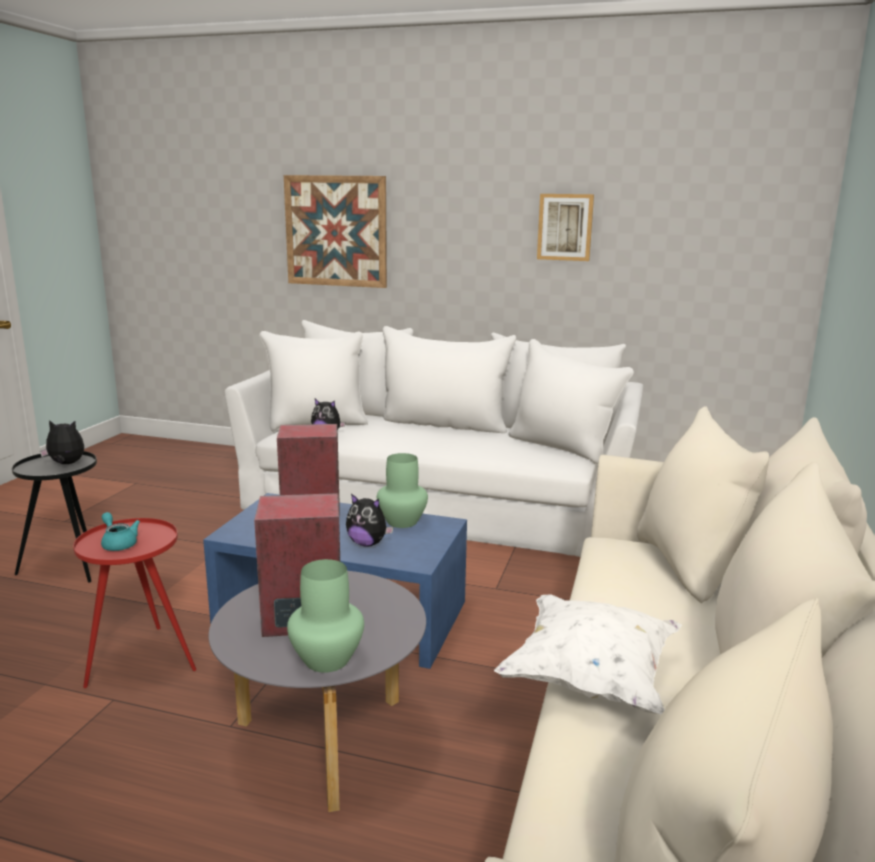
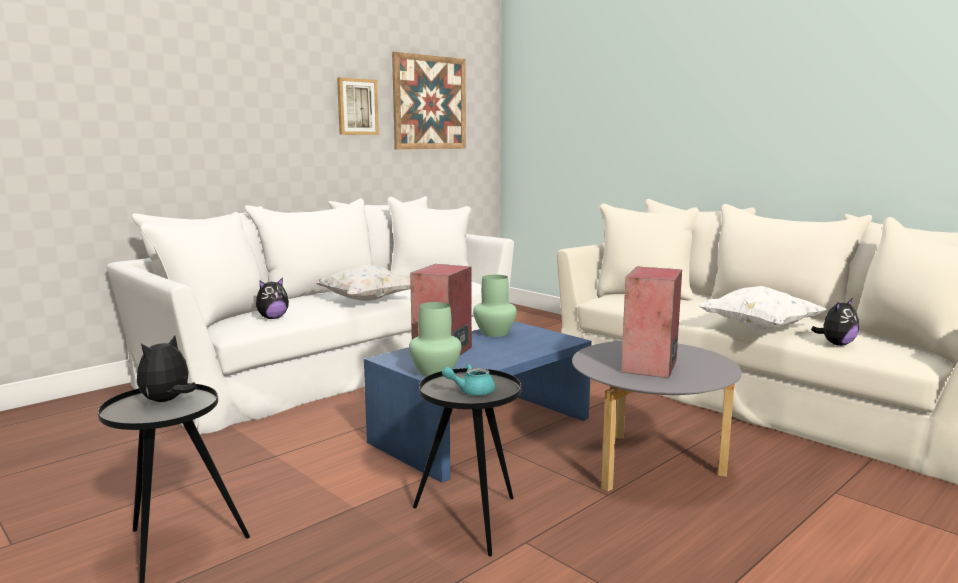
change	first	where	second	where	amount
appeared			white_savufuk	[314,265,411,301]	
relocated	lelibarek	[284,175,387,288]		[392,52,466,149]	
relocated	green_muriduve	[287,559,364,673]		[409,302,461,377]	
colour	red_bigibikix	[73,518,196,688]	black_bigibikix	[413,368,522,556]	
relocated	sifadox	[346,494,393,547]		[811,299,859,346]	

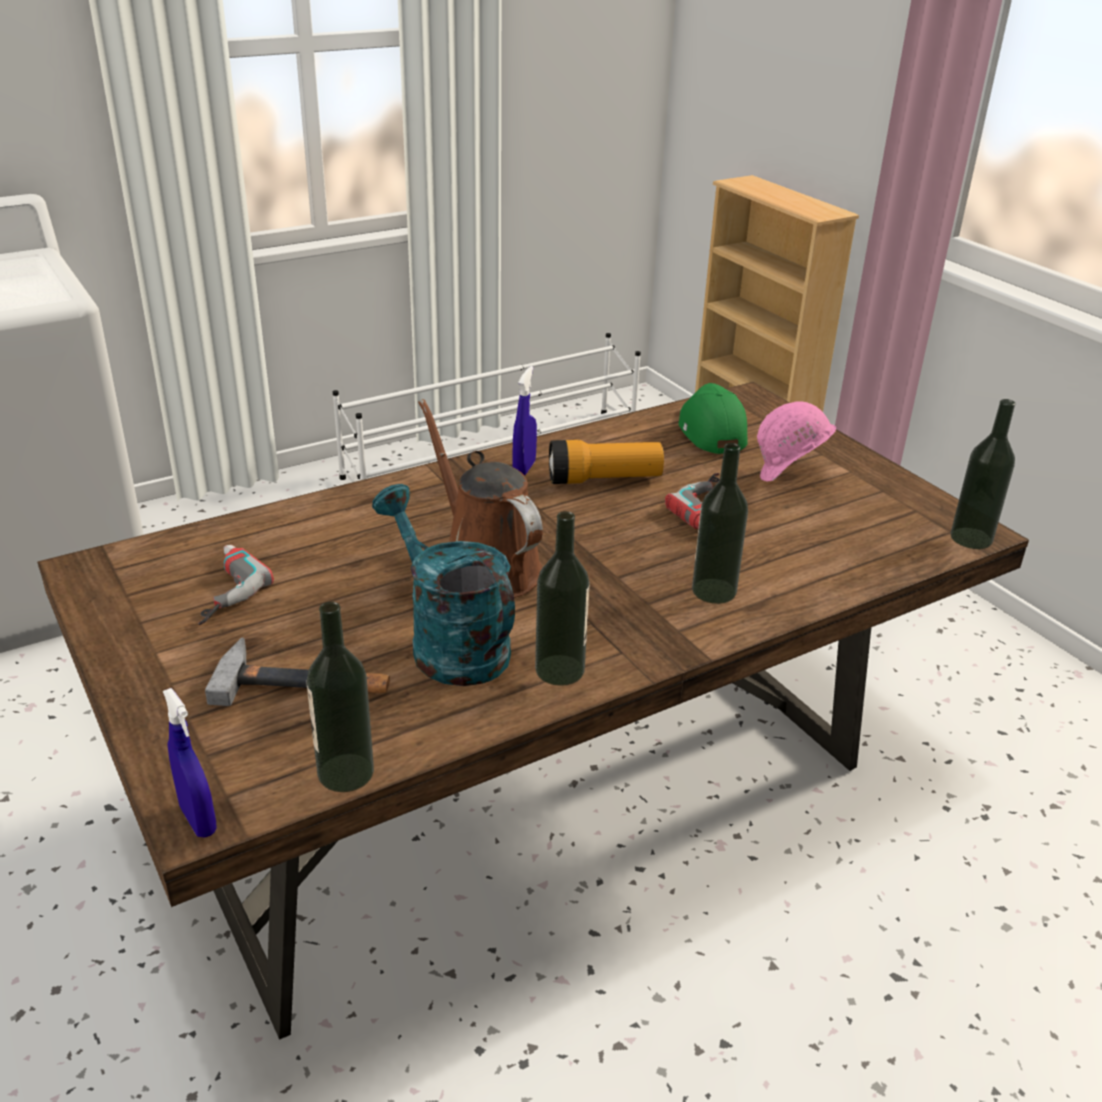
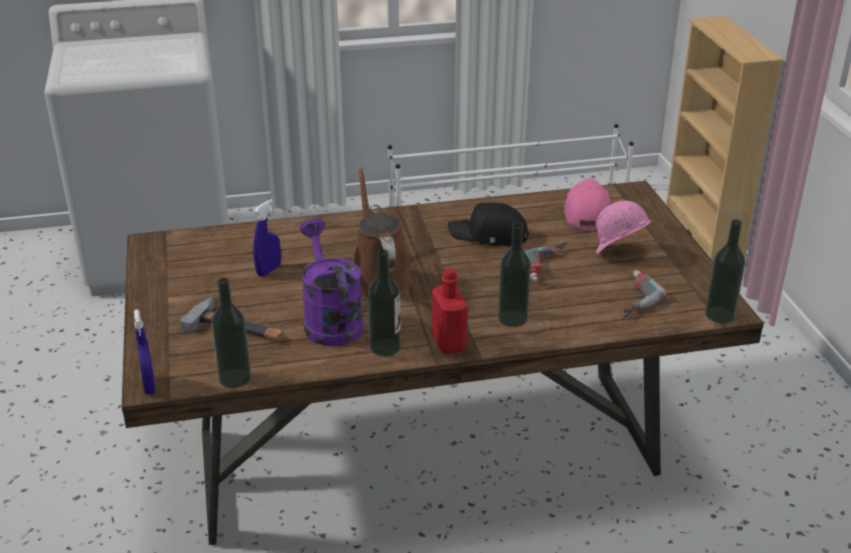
change	first	where	second	where	amount
relocated	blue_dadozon	[512,366,537,475]		[253,199,281,277]	
colour	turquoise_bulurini	[372,484,515,686]	purple_bulurini	[300,219,364,346]	
appeared			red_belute	[432,268,468,354]	
exchanged	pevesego	[549,440,664,484]	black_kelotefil	[448,202,529,246]	
colour	green_kelotefil	[678,383,748,454]	pink_kelotefil	[564,179,610,231]	
relocated	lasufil	[198,545,274,625]		[623,270,667,318]	

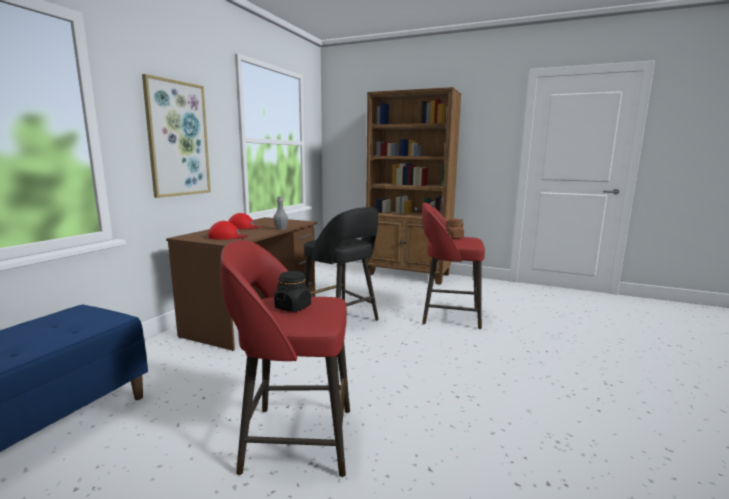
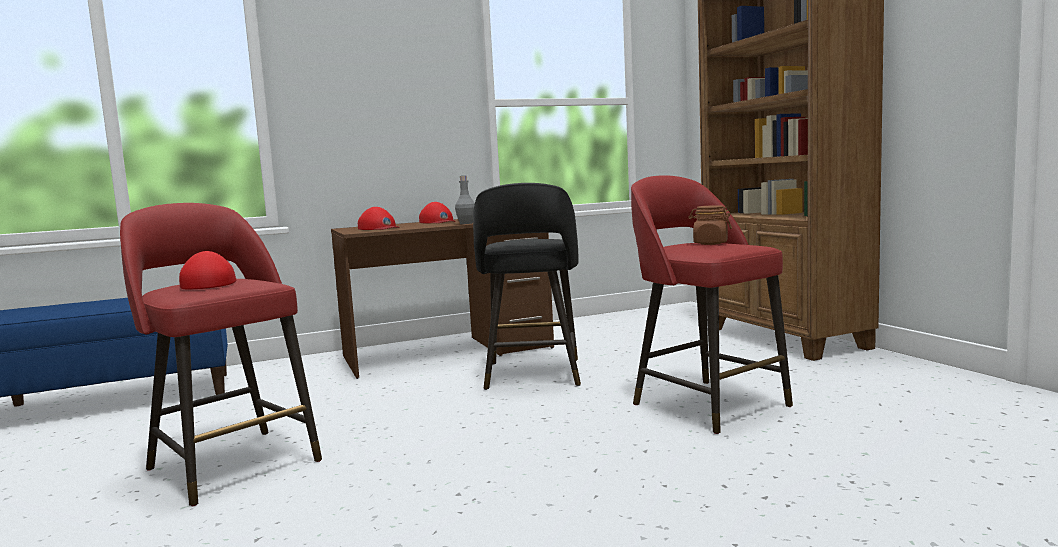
change	first	where	second	where	amount
exchanged	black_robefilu	[274,271,311,312]	red_kelotefil	[179,251,236,289]	
missing	lelibarek	[142,74,211,198]			

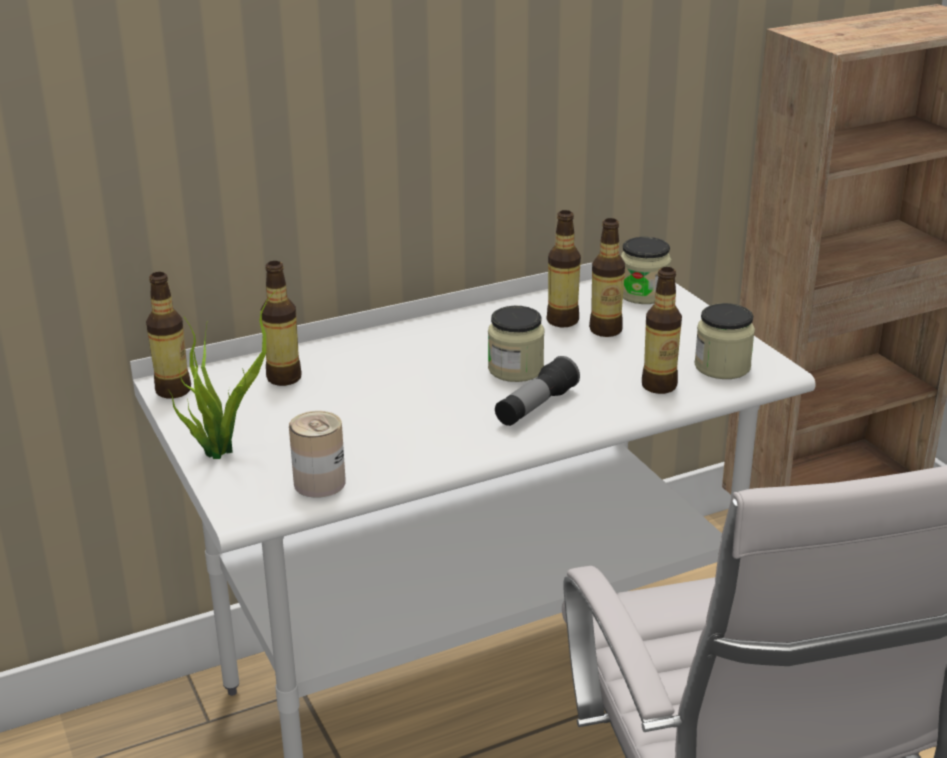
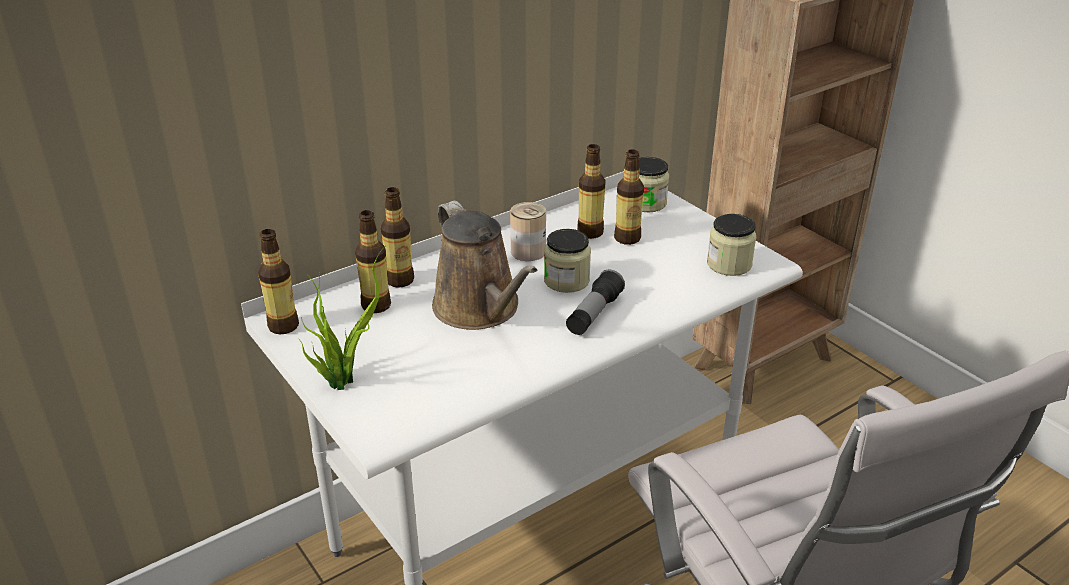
change	first	where	second	where	amount
relocated	belute	[642,267,682,394]		[381,187,414,288]	
appeared			brown_bulurini	[432,201,537,330]	
relocated	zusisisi	[289,411,346,498]		[510,202,546,261]	

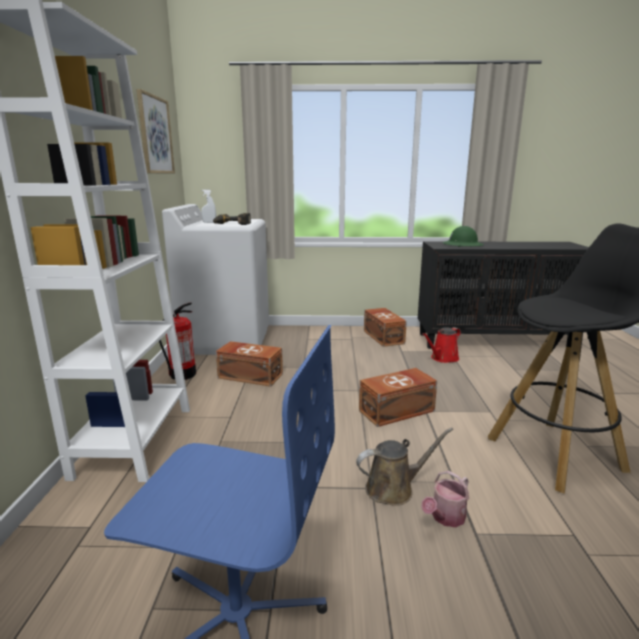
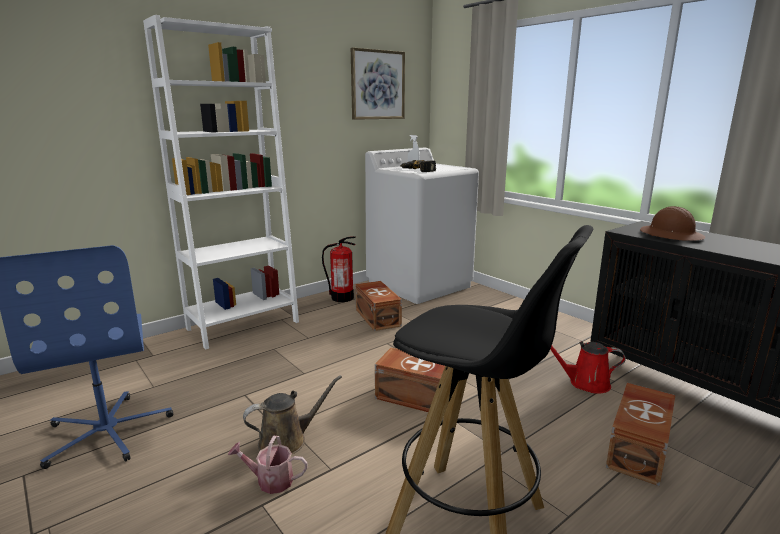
change	first	where	second	where	amount
spun	brown_bulurini	[356,427,453,506]		[243,375,342,455]	60 degrees counterclockwise
relocated	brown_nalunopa	[364,308,407,347]		[606,383,675,486]	
colour	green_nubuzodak	[443,226,484,247]	brown_nubuzodak	[640,206,705,241]	

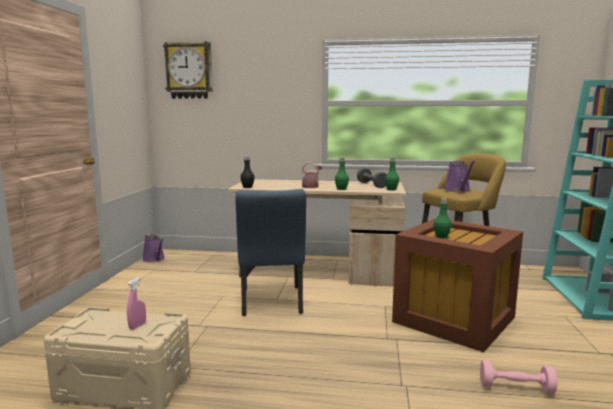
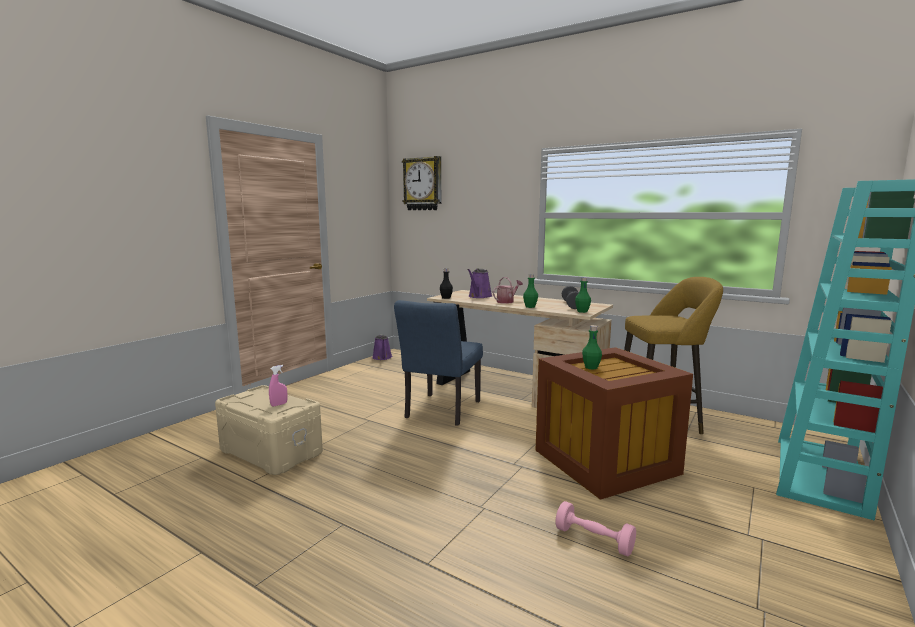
change	first	where	second	where	amount
relocated	purple_bulurini	[444,160,475,192]		[467,269,492,298]	

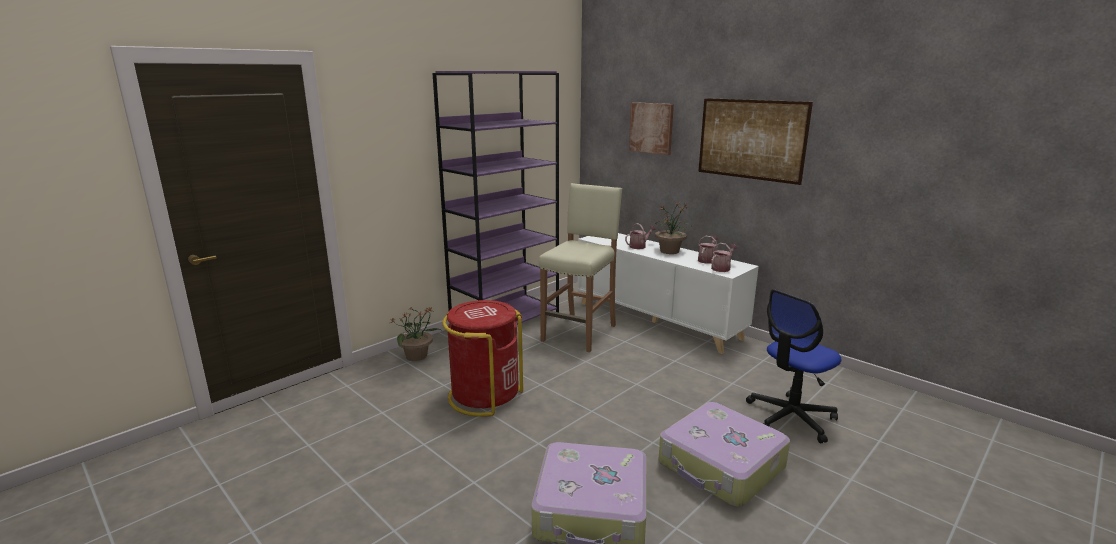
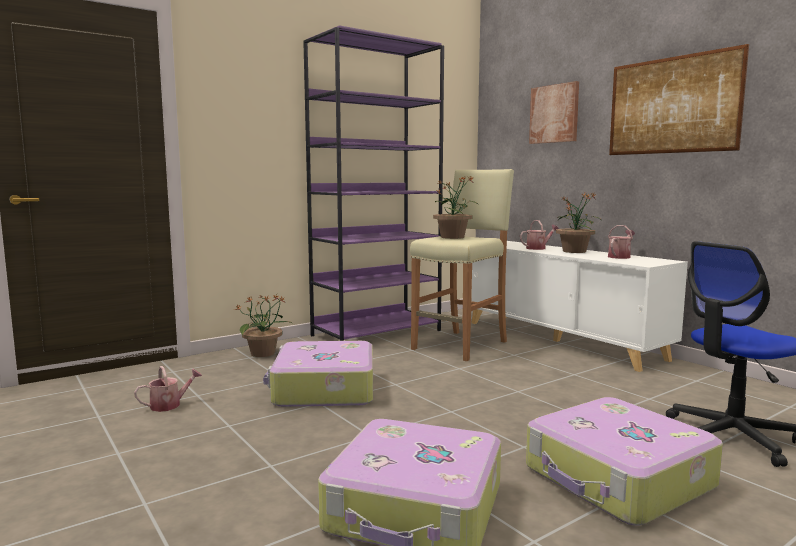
change	first	where	second	where	amount
relocated	bulurini	[711,243,738,272]		[134,366,202,412]	
exchanged	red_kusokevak	[442,300,523,417]	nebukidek	[263,341,373,407]	
appeared			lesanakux	[433,177,478,239]	

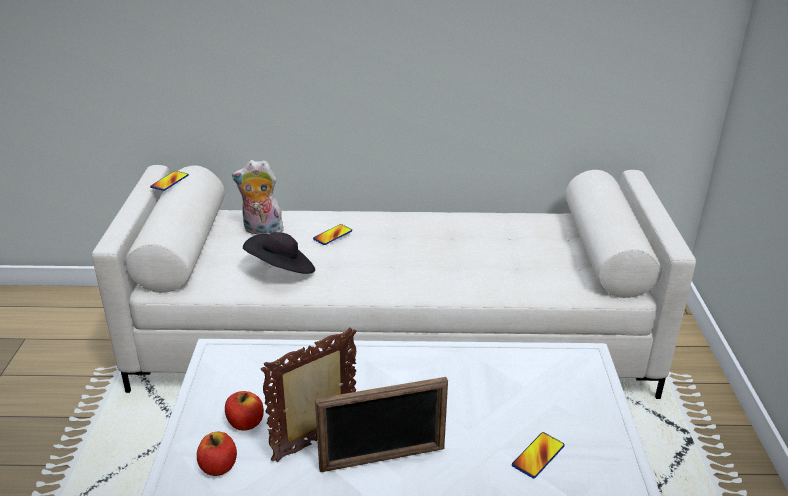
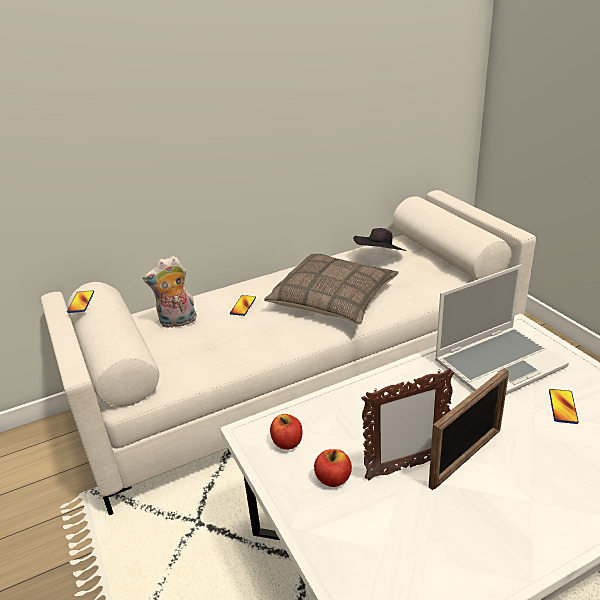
change	first	where	second	where	amount
appeared			savufuk	[264,254,399,324]	
relocated	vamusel	[197,432,237,476]		[270,414,303,450]	
relocated	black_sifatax	[243,232,315,274]		[353,228,406,251]	
spun	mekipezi	[261,328,356,462]		[361,368,454,480]	135 degrees counterclockwise
appeared			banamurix	[435,265,569,395]	

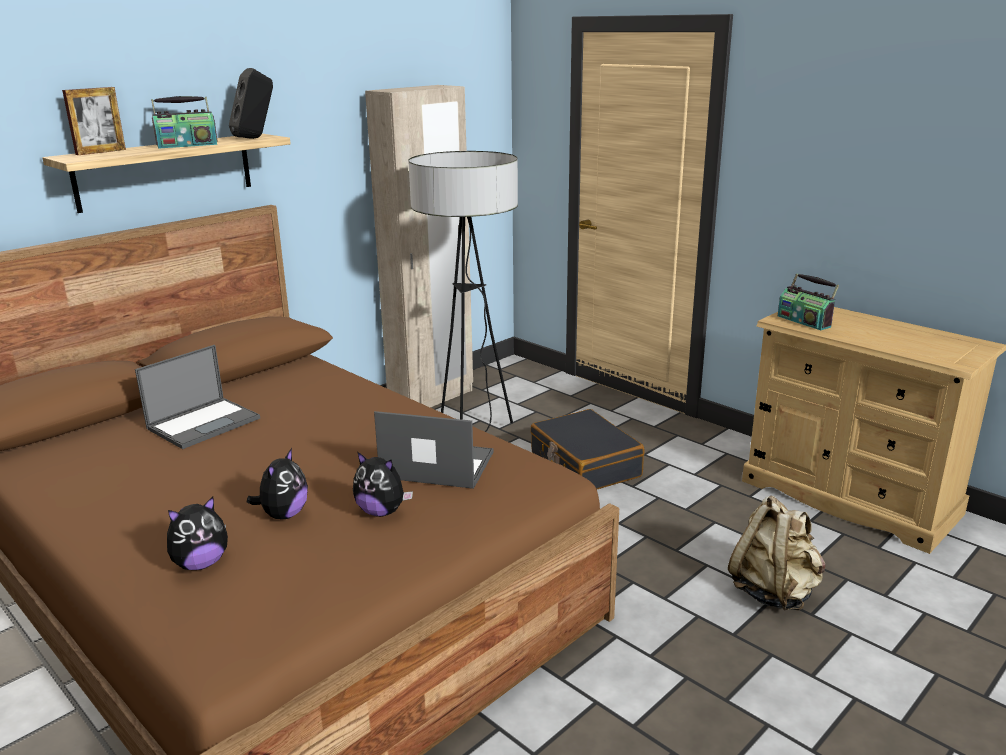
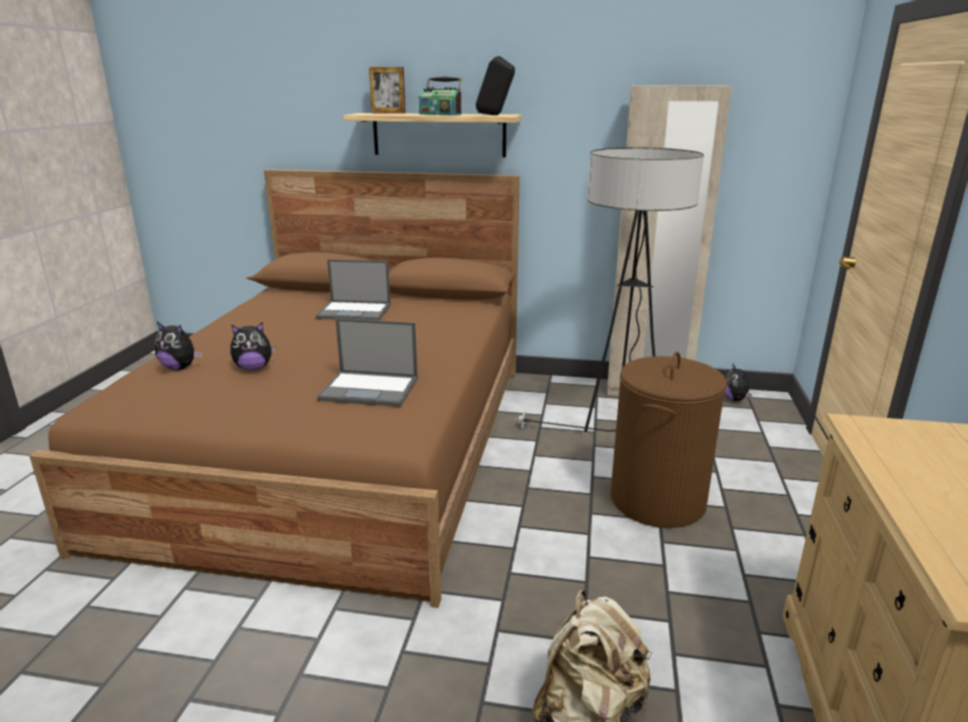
change	first	where	second	where	amount
spun	banamurix	[374,411,493,489]		[317,318,418,407]	120 degrees clockwise
exchanged	black_nebukidek	[530,409,645,489]	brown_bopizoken	[611,352,727,528]	
relocated	sifadox	[353,452,413,517]		[724,364,752,401]	
missing	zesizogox	[778,273,839,330]			

